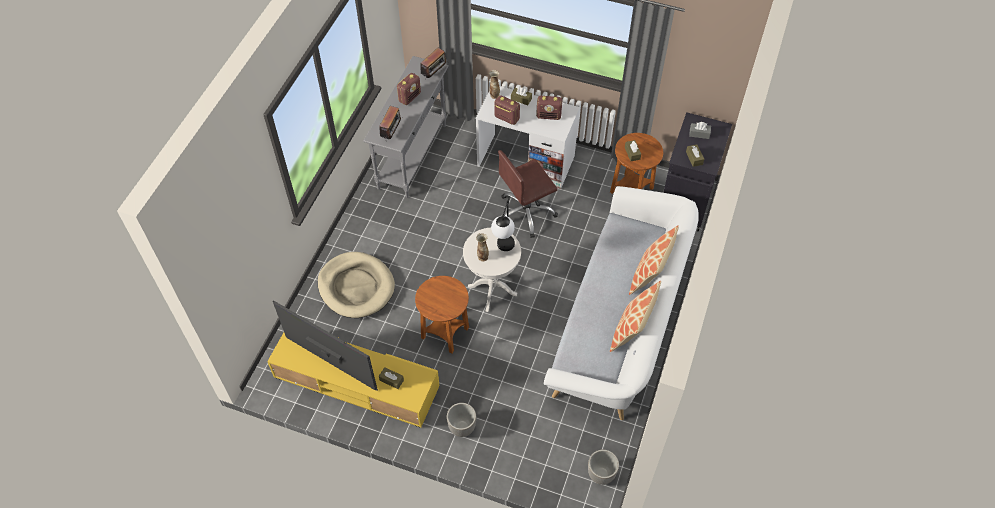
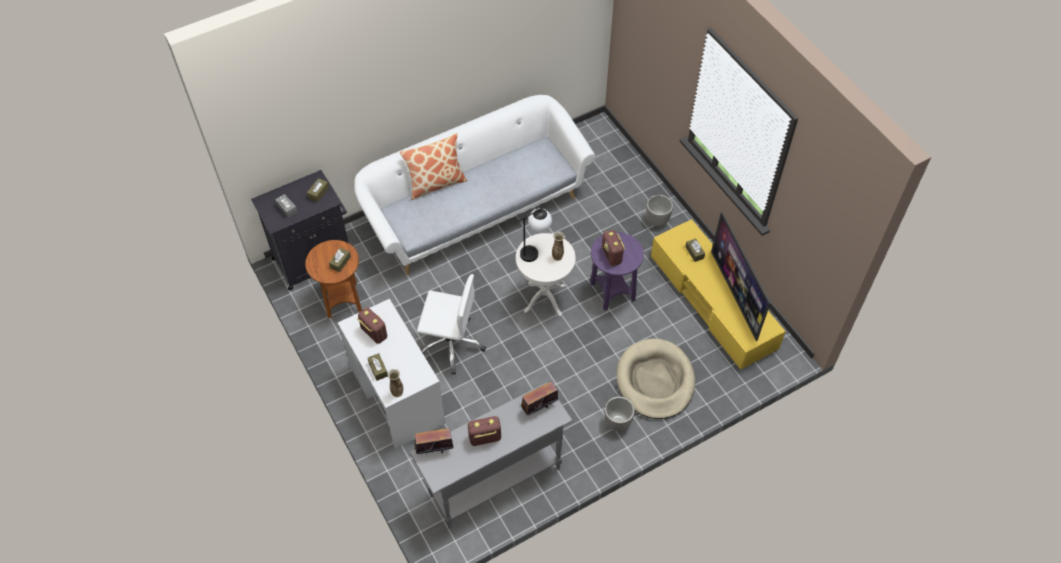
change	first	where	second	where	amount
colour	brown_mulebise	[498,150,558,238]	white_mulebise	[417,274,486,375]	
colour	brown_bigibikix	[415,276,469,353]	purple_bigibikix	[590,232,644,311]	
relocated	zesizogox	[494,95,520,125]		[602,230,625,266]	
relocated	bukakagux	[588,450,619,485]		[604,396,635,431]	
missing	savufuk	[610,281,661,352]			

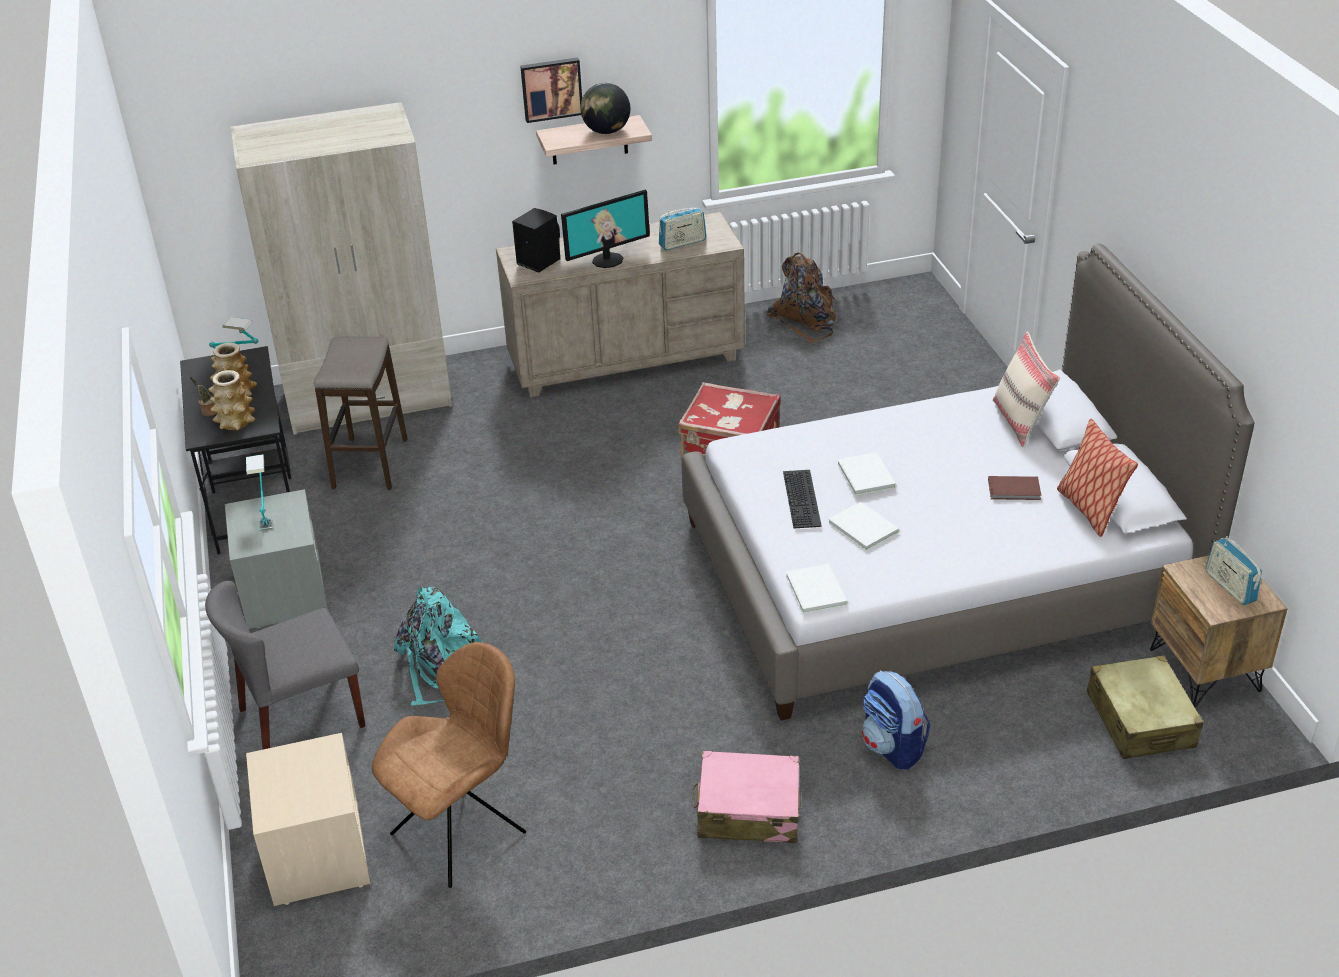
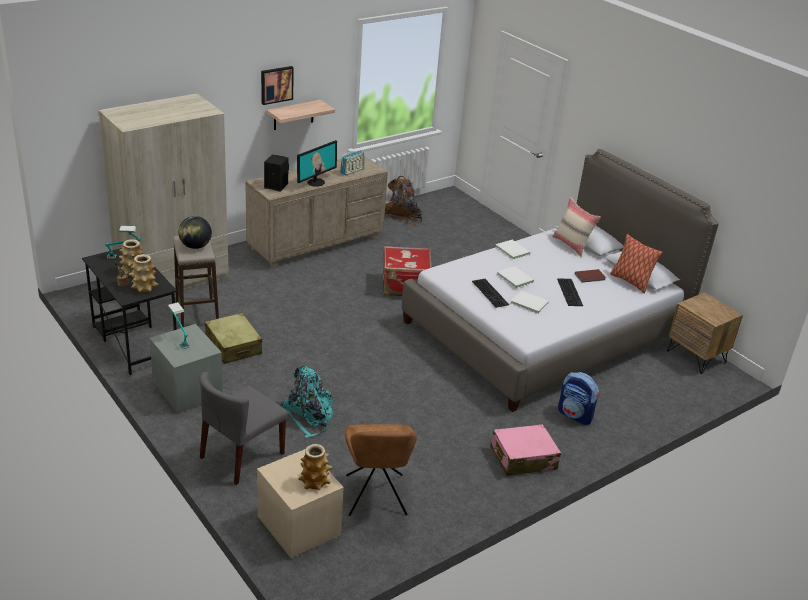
change	first	where	second	where	amount
relocated	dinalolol	[580,83,630,134]		[178,216,212,249]	
relocated	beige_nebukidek	[1087,655,1204,759]		[205,313,262,364]	
appeared			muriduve	[298,444,333,490]	
spun	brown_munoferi	[372,642,526,888]		[345,424,417,516]	150 degrees clockwise
relocated	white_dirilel	[786,564,848,614]		[496,240,531,259]	
appeared			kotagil	[557,279,583,306]	
missing	zesizogox	[1205,536,1262,605]			

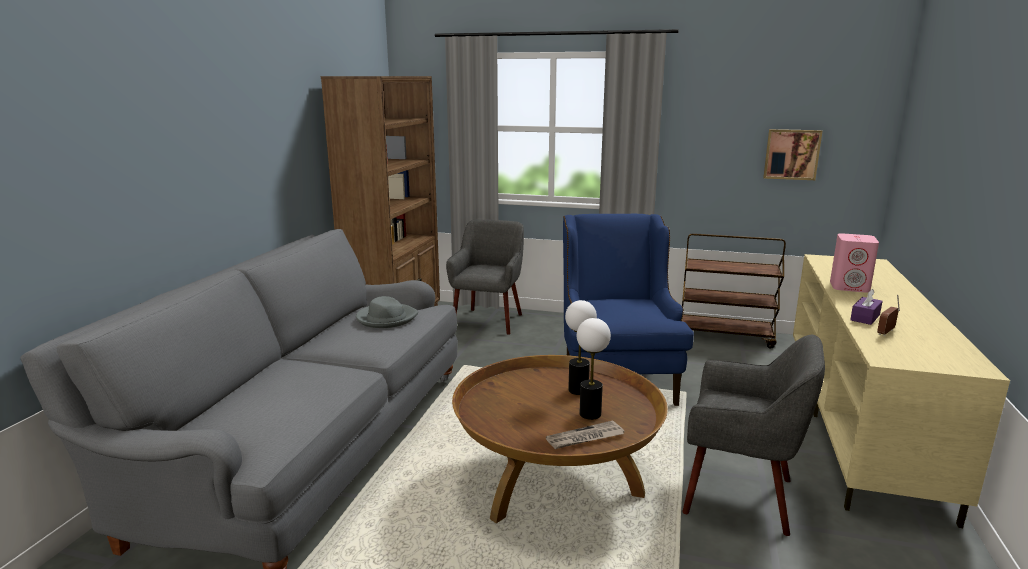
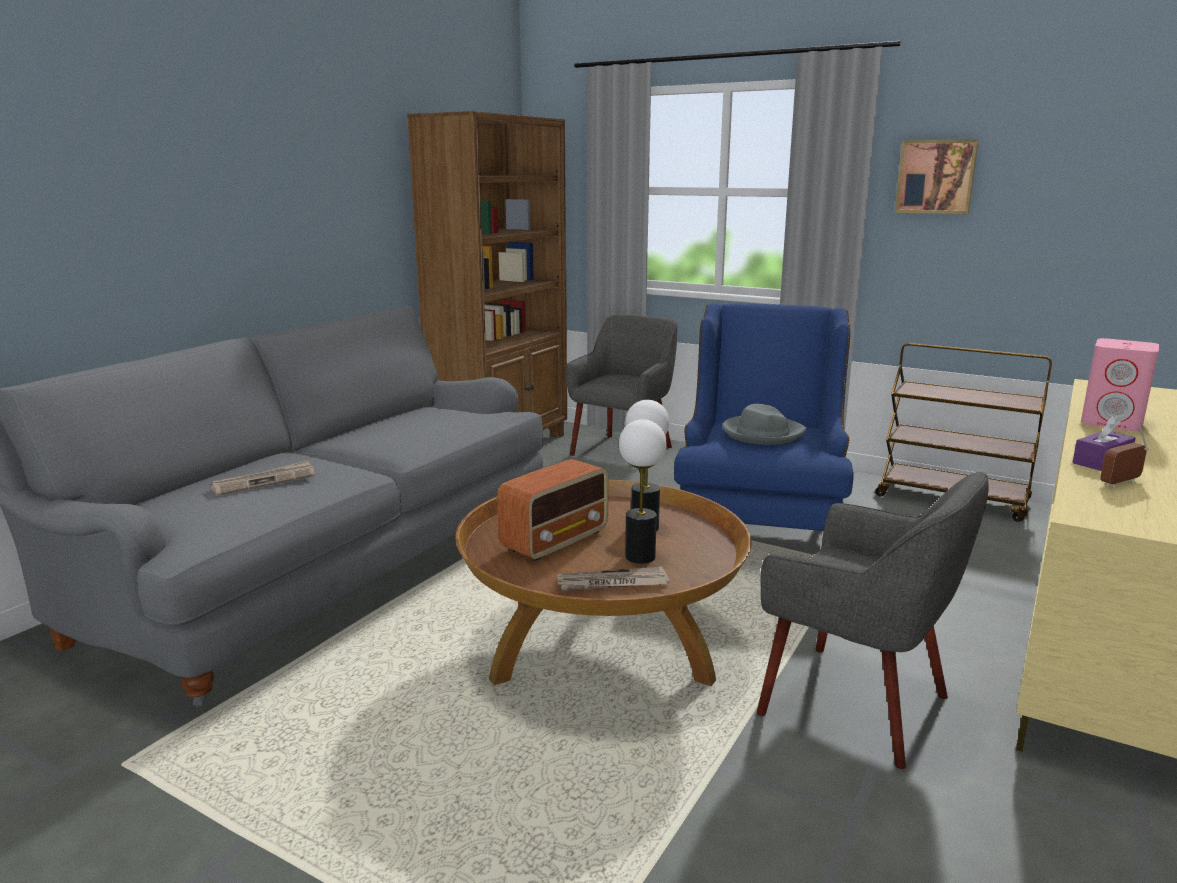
change	first	where	second	where	amount
appeared			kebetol	[210,460,315,496]	
appeared			zesizogox	[497,459,608,561]	
relocated	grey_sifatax	[356,296,418,328]		[722,404,807,445]	
relocated	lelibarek	[763,129,822,180]		[894,139,979,214]	

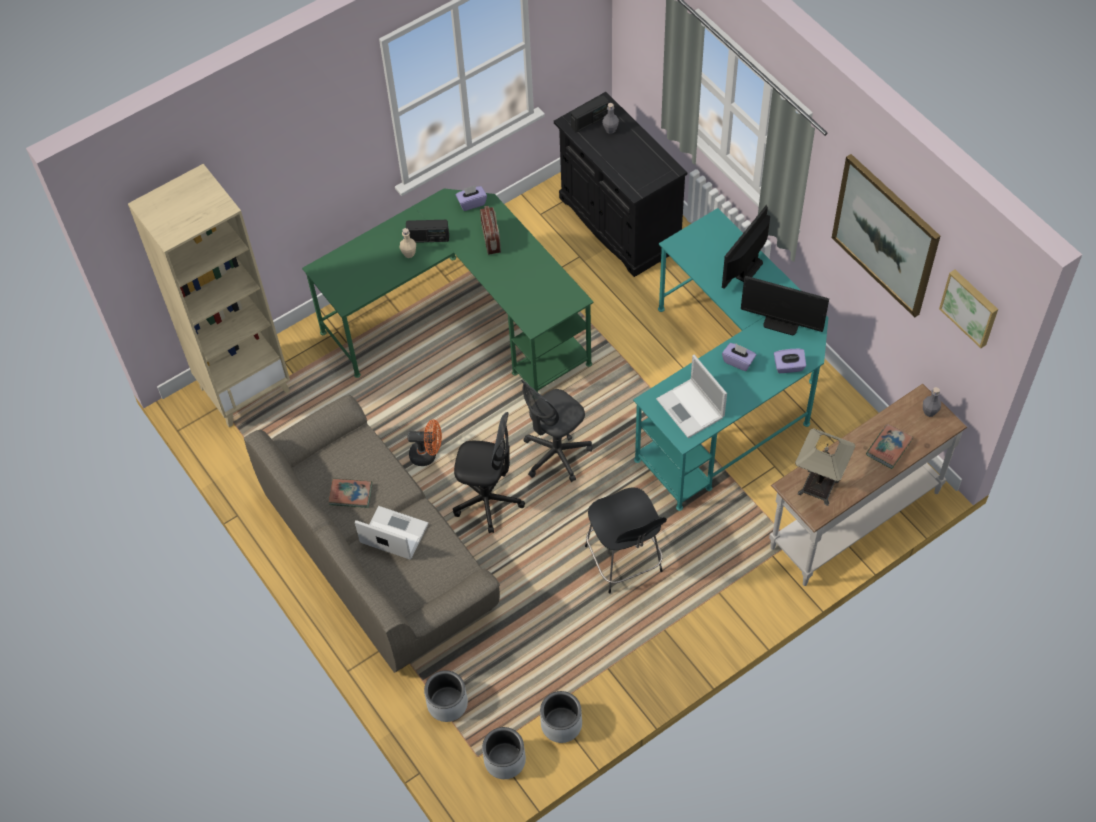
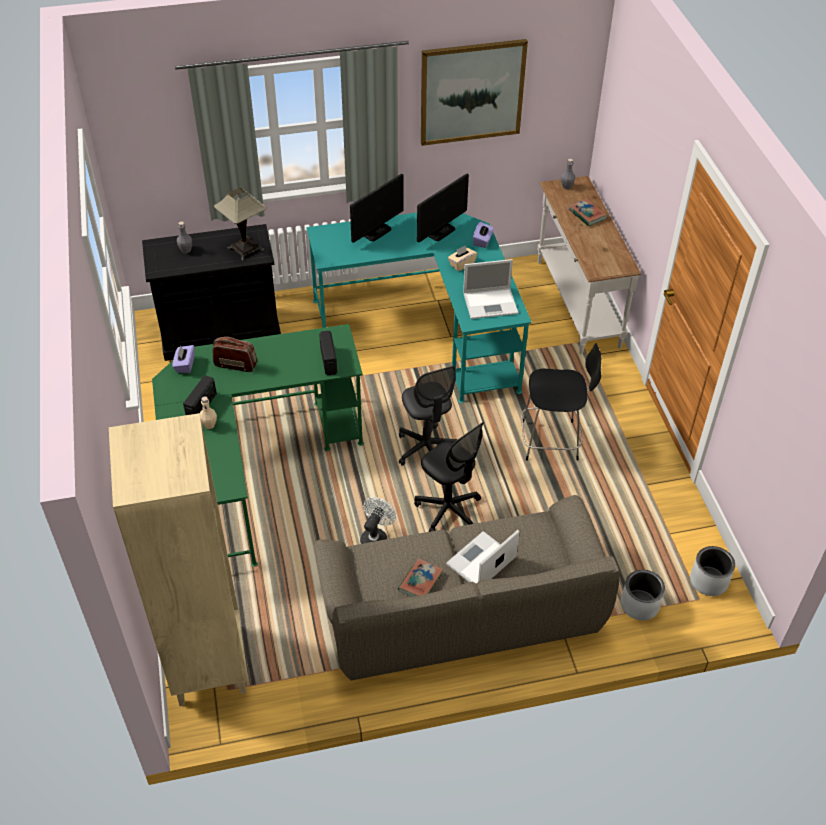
change	first	where	second	where	amount
relocated	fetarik	[795,428,856,506]		[214,188,266,261]	
relocated	zesizogox	[570,95,609,132]		[319,331,337,376]	
spun	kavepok	[722,204,770,289]		[350,174,404,243]	105 degrees counterclockwise
colour	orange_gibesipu	[407,419,442,466]	white_gibesipu	[360,497,396,544]	
spun	black_mulebise	[453,412,525,533]		[414,422,484,532]	105 degrees clockwise
colour	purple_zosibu	[722,343,756,371]	beige_zosibu	[448,245,477,271]	
missing	grey_bukakagux	[540,691,582,743]			
missing	lelibarek	[939,270,998,348]			

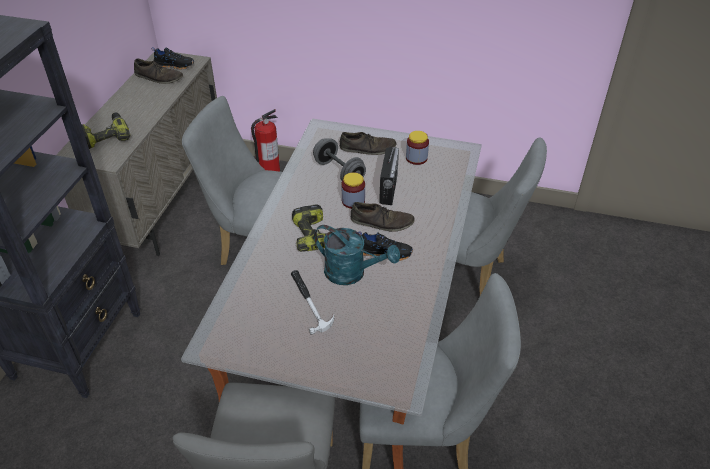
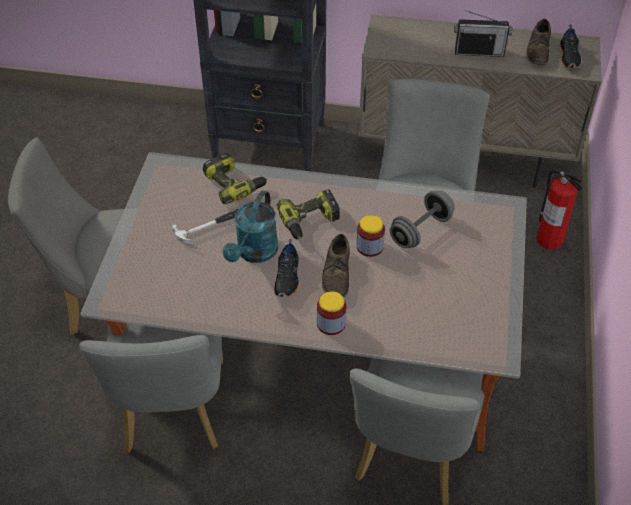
change	first	where	second	where	amount
relocated	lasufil	[81,112,130,149]		[203,153,267,204]	
relocated	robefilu	[406,131,429,165]		[317,291,347,335]	
relocated	zesizogox	[379,147,399,205]		[454,10,513,57]	
missing	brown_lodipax	[340,132,397,155]			

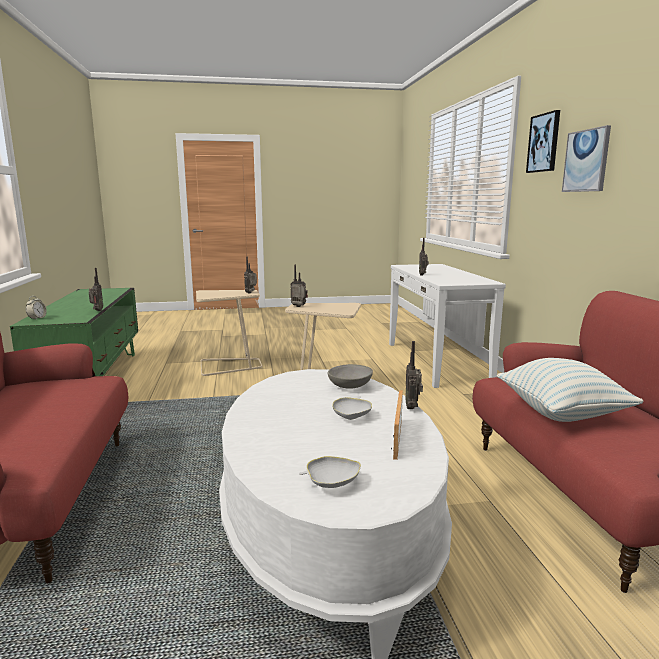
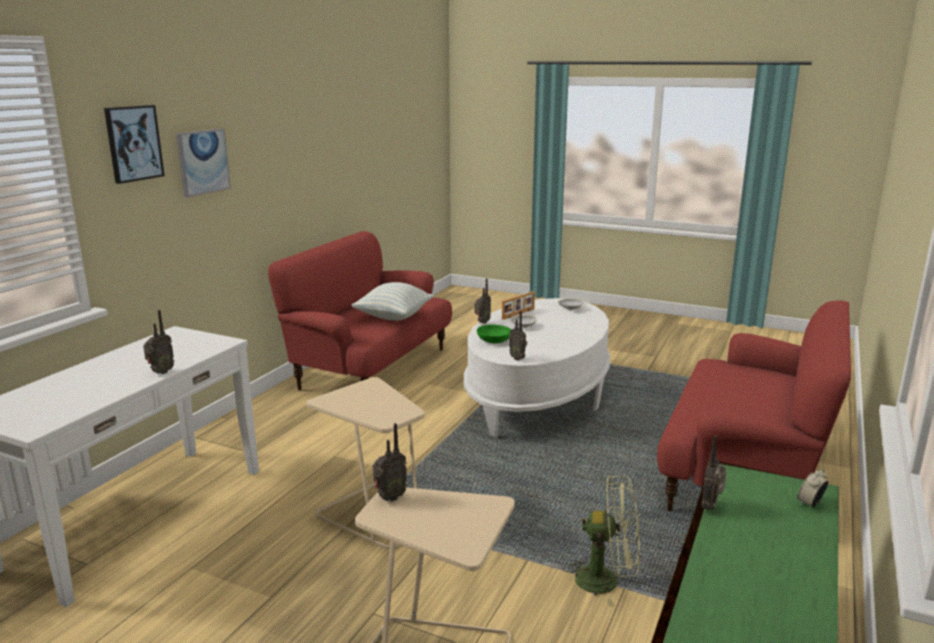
change	first	where	second	where	amount
colour	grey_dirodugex	[328,364,373,389]	green_dirodugex	[477,325,511,343]	
relocated	zesizogox	[290,264,308,307]		[508,311,527,360]	
appeared			green_gibesipu	[563,476,640,607]	

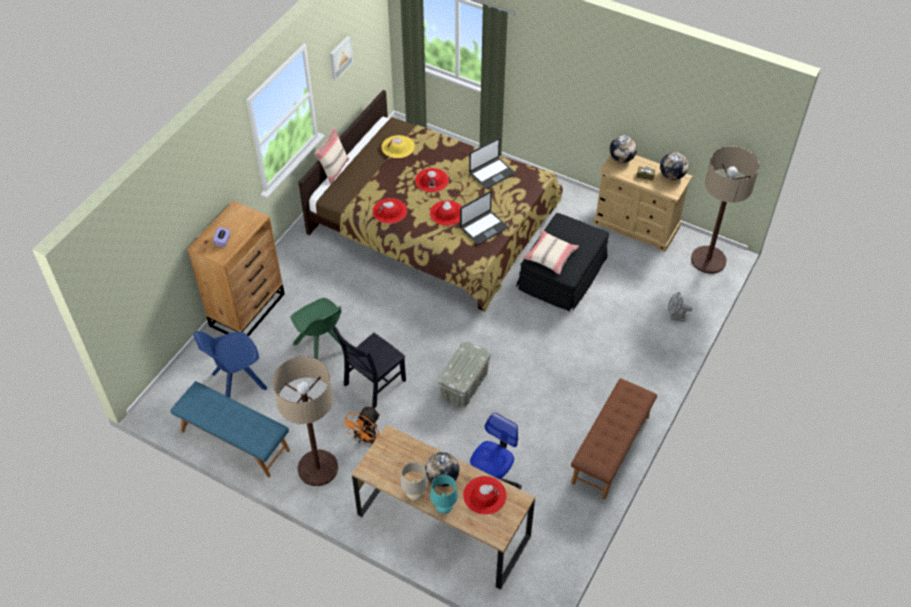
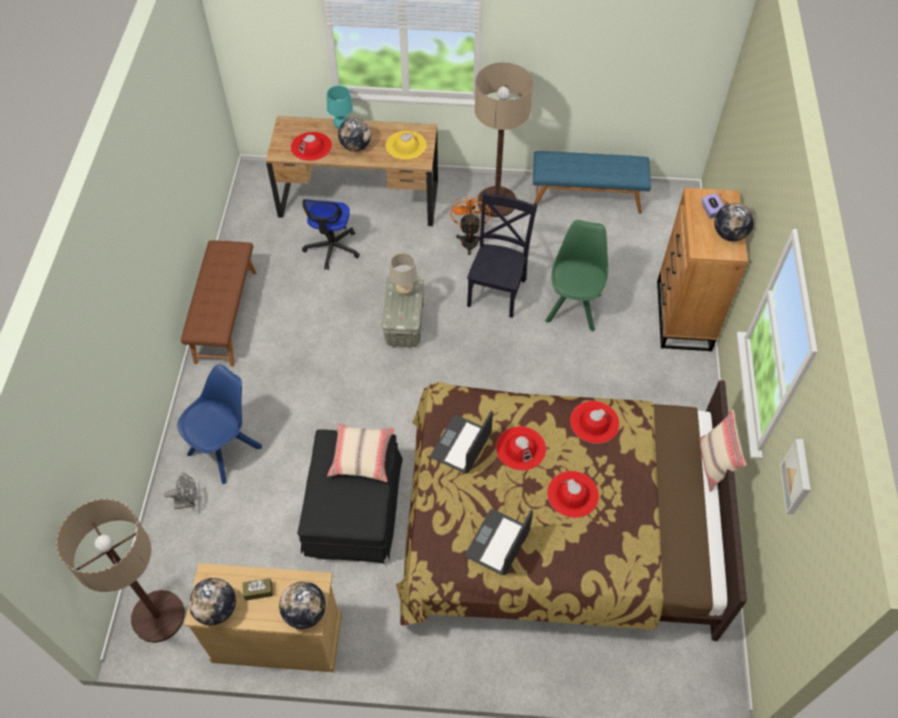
change	first	where	second	where	amount
relocated	blue_munoferi	[194,331,267,398]		[177,364,262,484]	
relocated	yellow_sifatax	[382,135,415,158]		[385,131,427,160]	
relocated	beige_fetarik	[400,462,428,501]		[390,253,417,295]	
spun	green_munoferi	[291,298,350,359]		[545,220,608,332]	75 degrees clockwise
appeared			dinalolol	[714,203,754,241]	

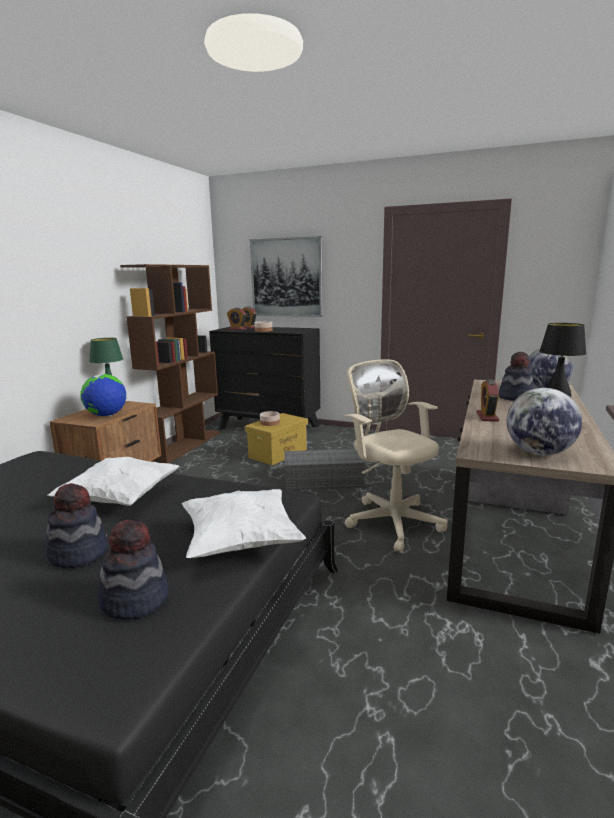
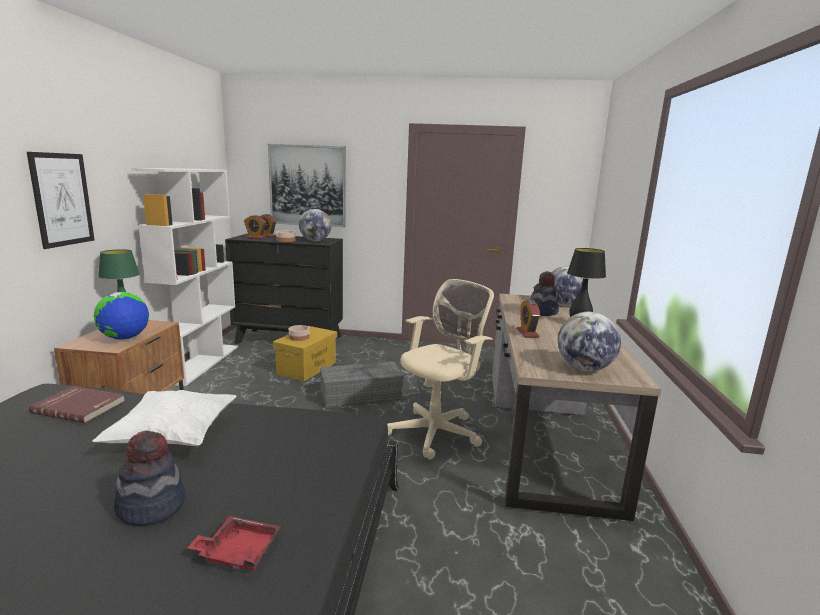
change	first	where	second	where	amount
appeared			lelibarek	[27,152,94,249]	
appeared			red_dirilel	[29,386,125,423]	
colour	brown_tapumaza	[120,264,221,464]	white_tapumaza	[132,168,238,386]	
exchanged	sifatax	[98,520,168,620]	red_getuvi	[187,516,280,571]	
appeared			dinalolol	[299,209,331,241]	
spun	beige_mulebise	[344,359,448,553]		[387,279,494,460]	90 degrees clockwise
missing	white_savufuk	[182,489,306,558]			

